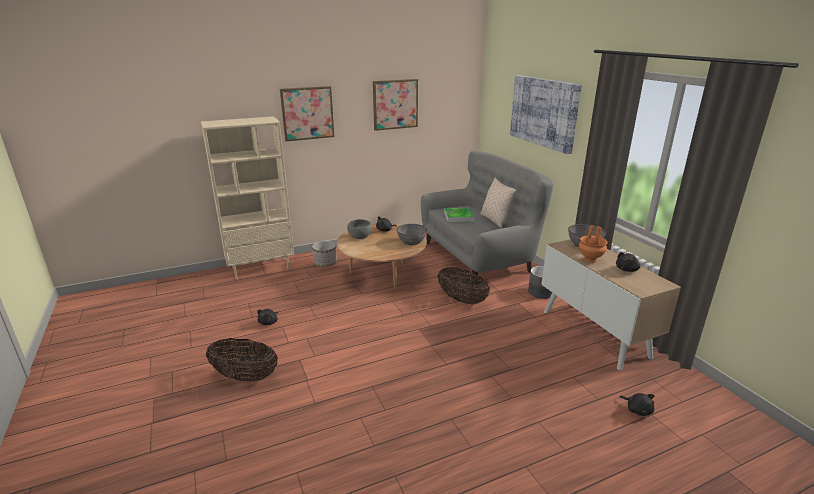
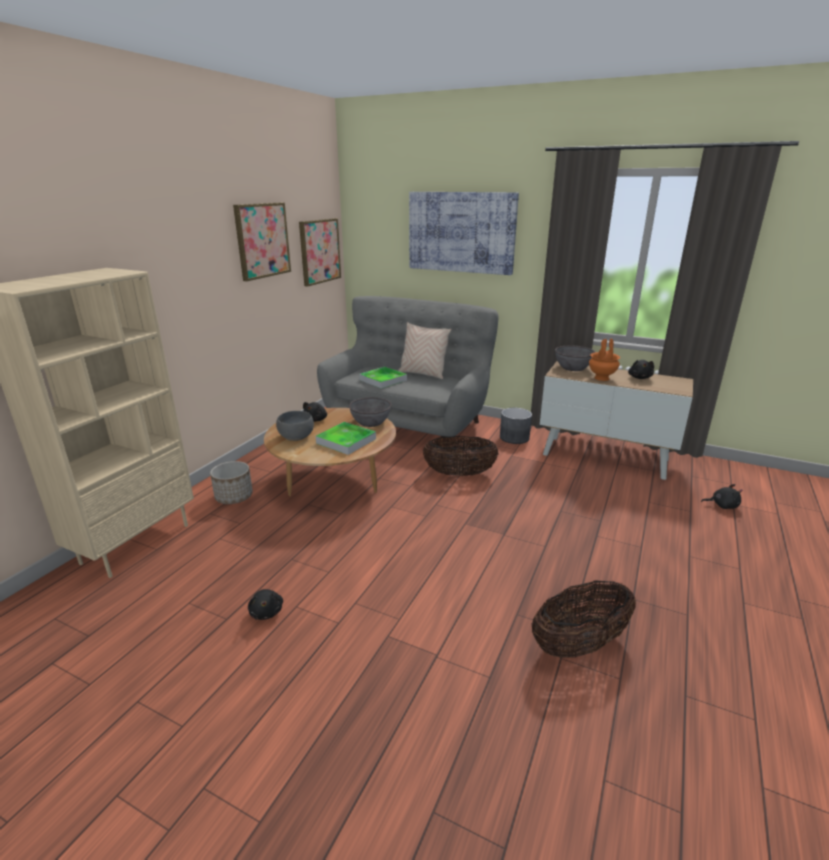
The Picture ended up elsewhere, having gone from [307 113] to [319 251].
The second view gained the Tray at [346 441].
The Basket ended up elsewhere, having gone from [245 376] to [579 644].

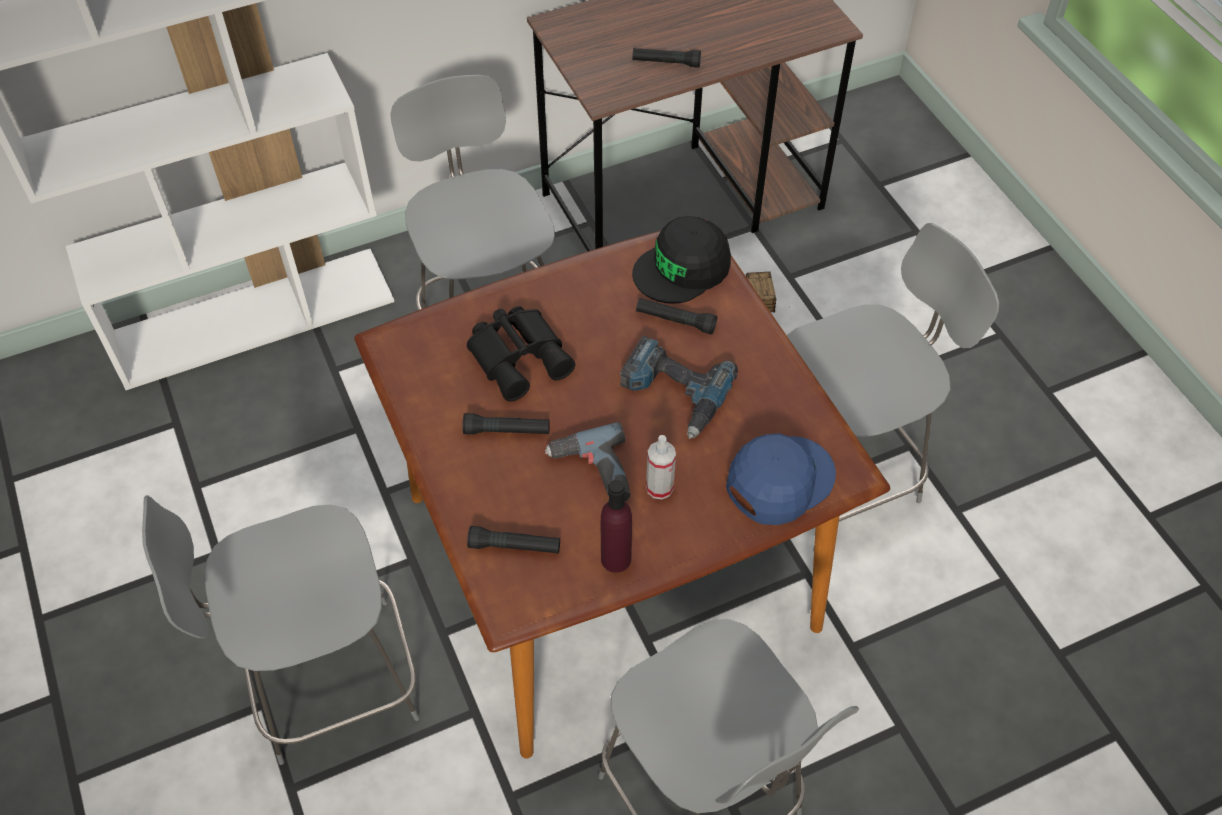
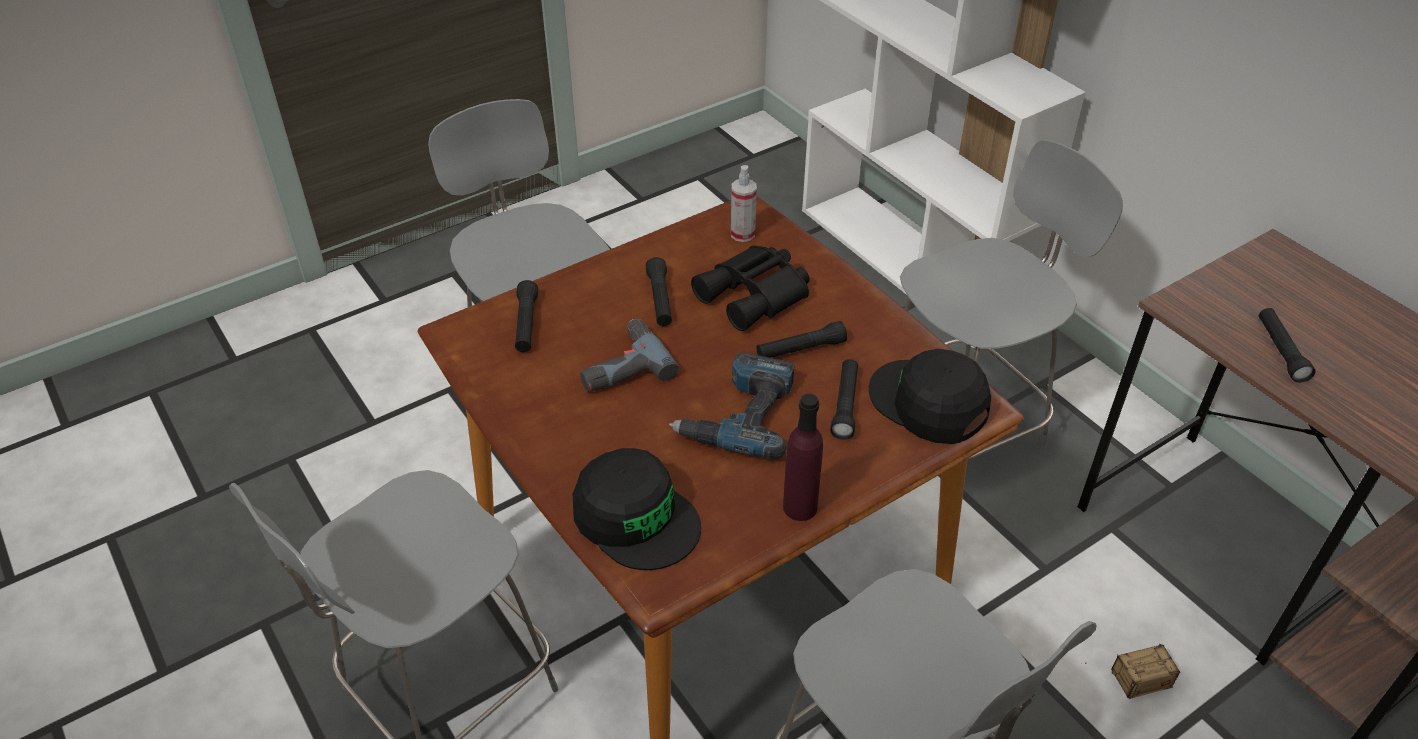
What was the BlueCap at [779 480] turned into the BlackCap at [636 517].
The SprayBottle ended up elsewhere, having gone from [659 488] to [742 234].
The second view gained the BlackFlashlight at [800 350].
The PurpleBottle ended up elsewhere, having gone from [616 559] to [800 507].

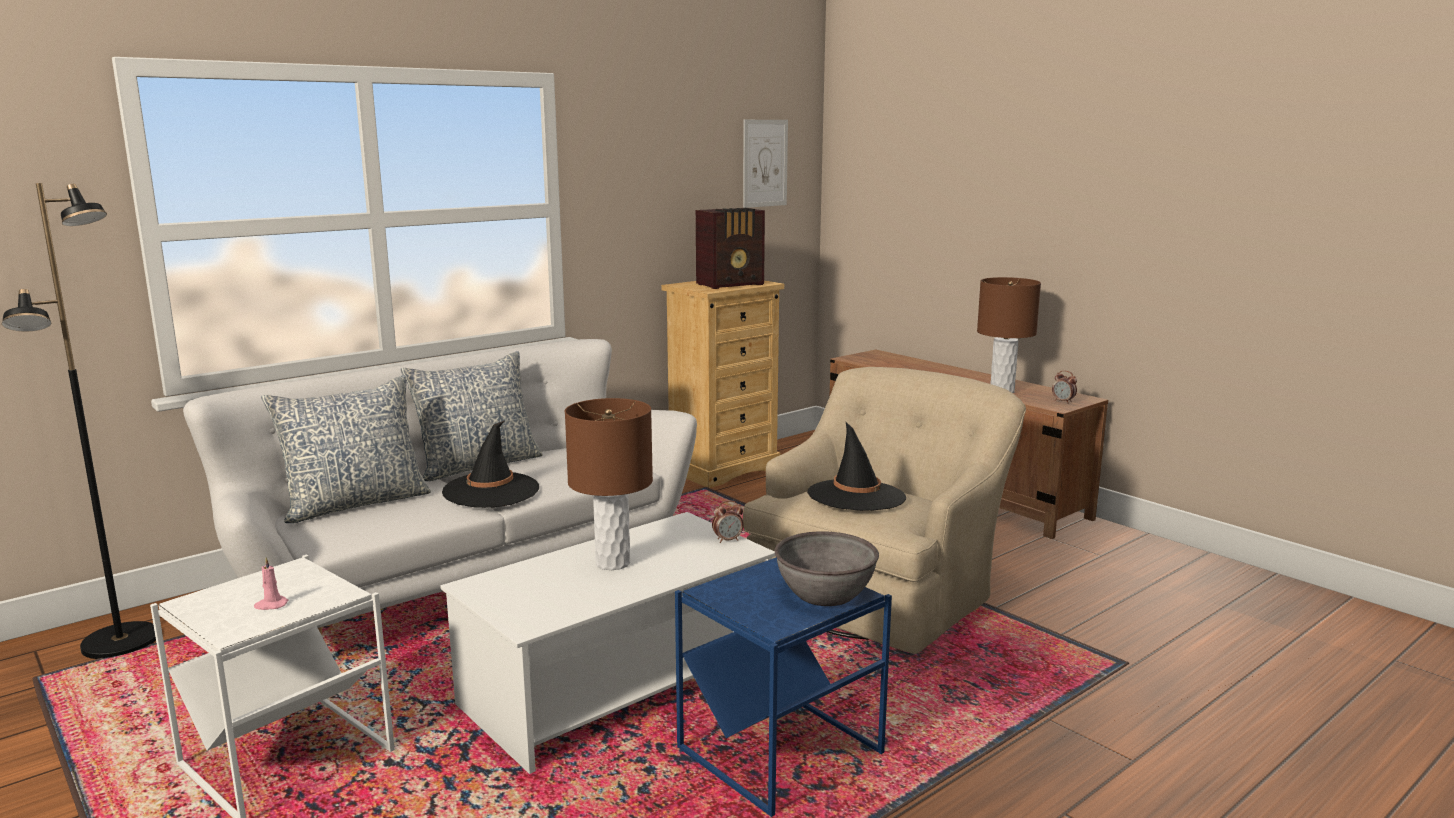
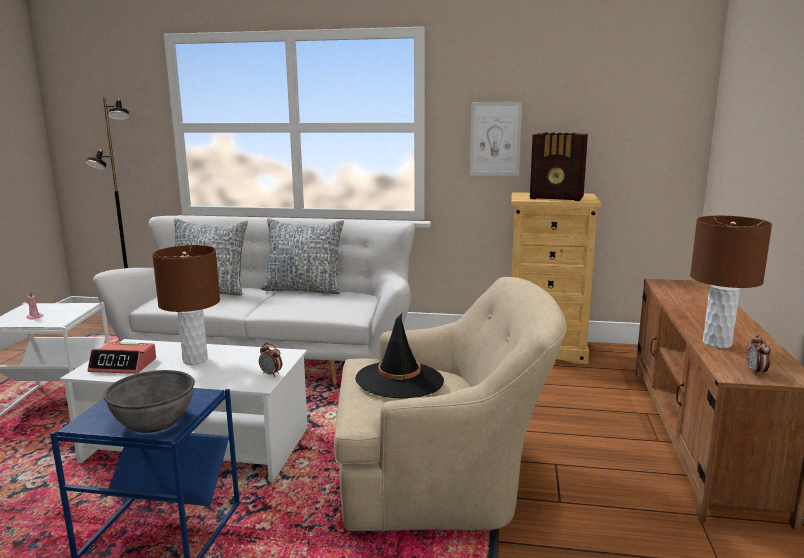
The second view gained the AlarmClock at [123 365].
The Picture ended up elsewhere, having gone from [765 163] to [495 139].
The second view lost the BlackHat at [491 491].

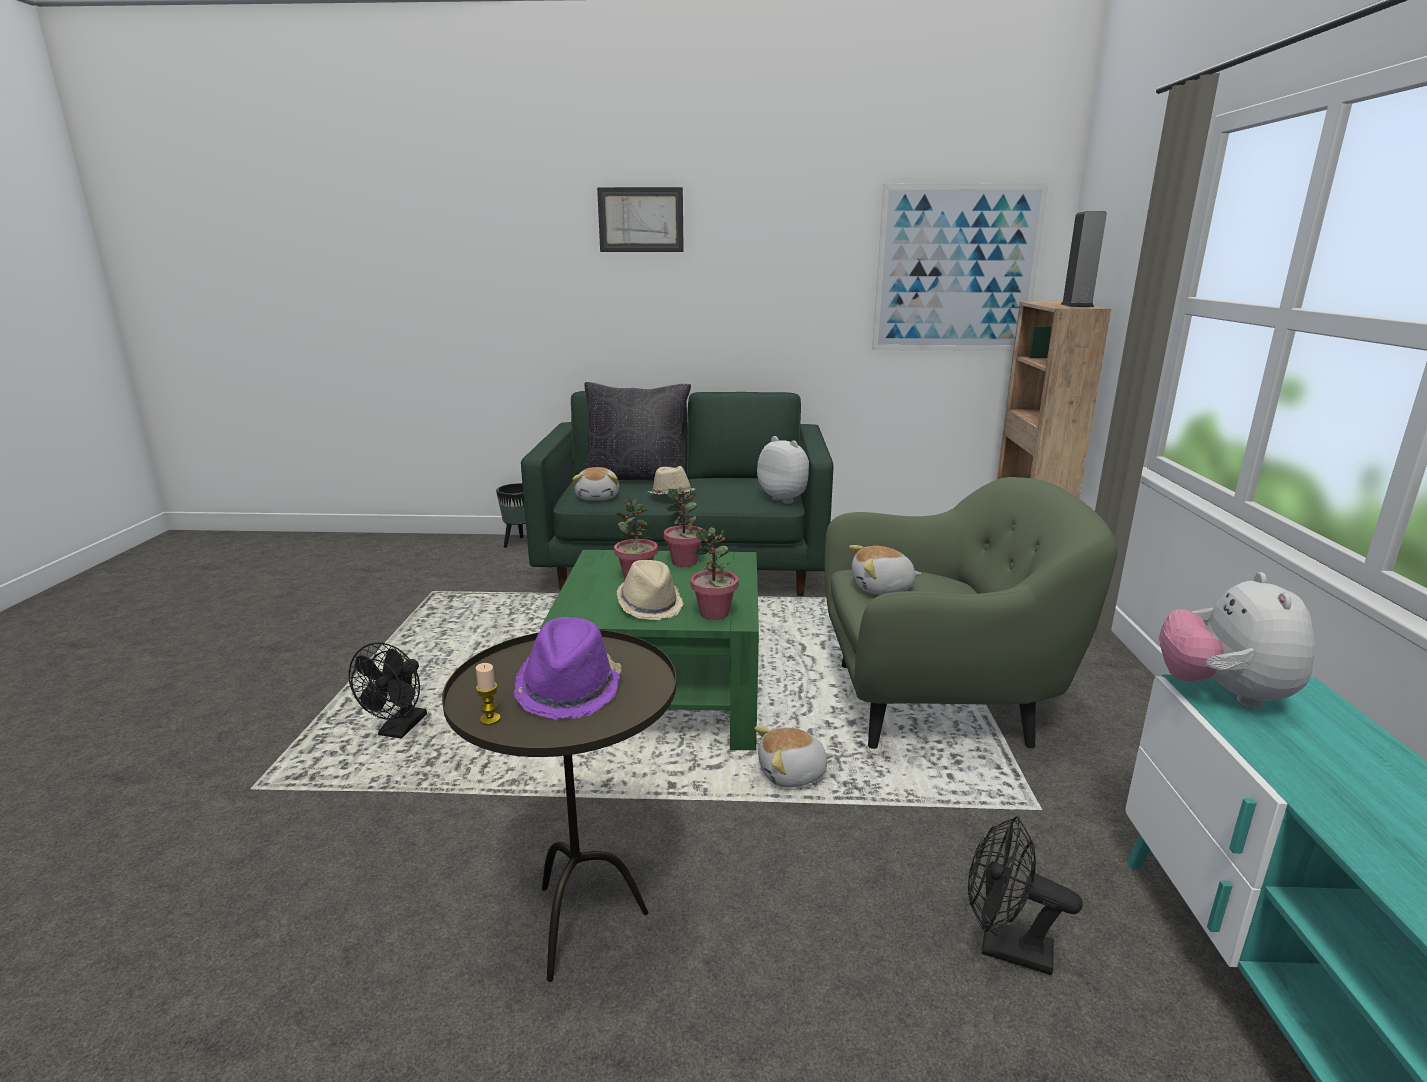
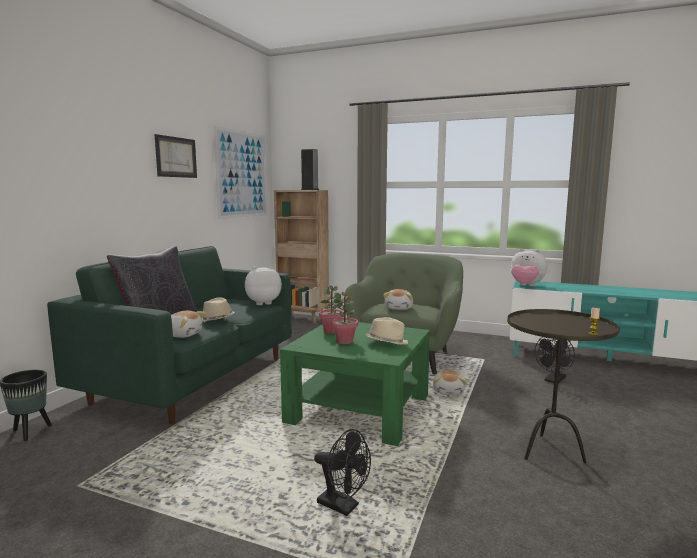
The Picture ended up elsewhere, having gone from [641 220] to [176 157].
The second view lost the PurpleHat at [570 689].
The second view lost the PottedPlant at [714 613].

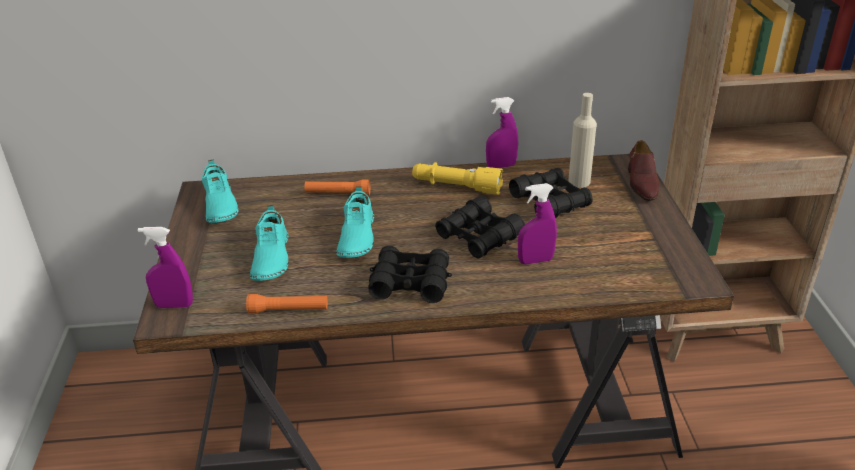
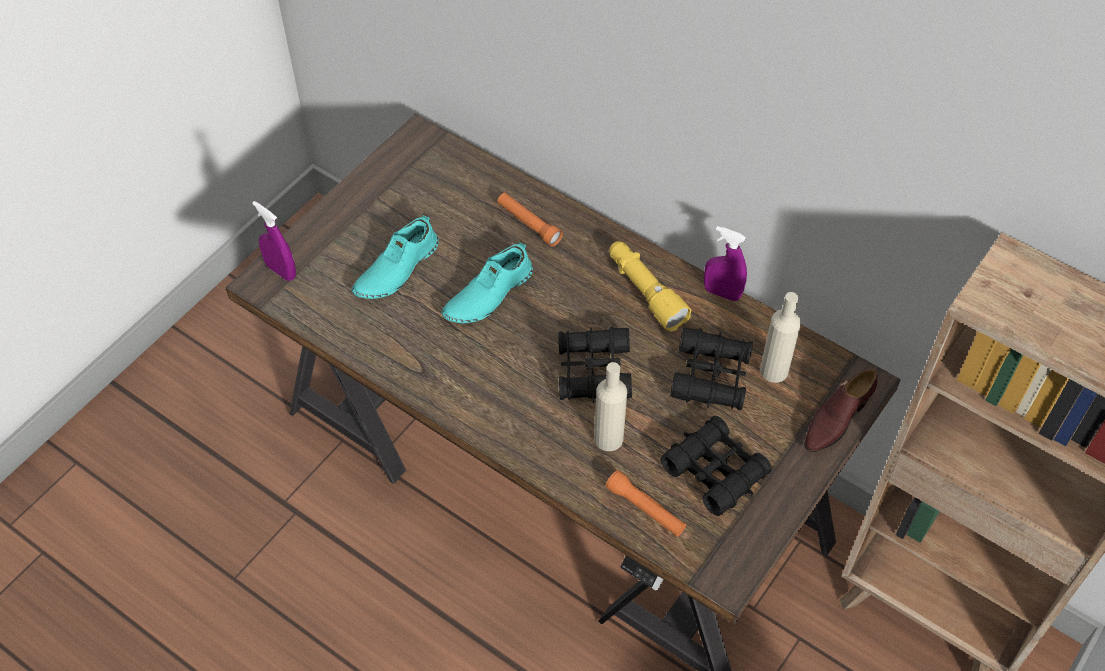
Where the PurpleSprayBottle stood at [535 261], the BeigeBottle came to stand at [608 438].
The OrangeFlashlight ended up elsewhere, having gone from [288 310] to [645 509].
The BlackBinoculars ended up elsewhere, having gone from [410 283] to [715 471].
The second view lost the TurquoiseShoe at [219 206].

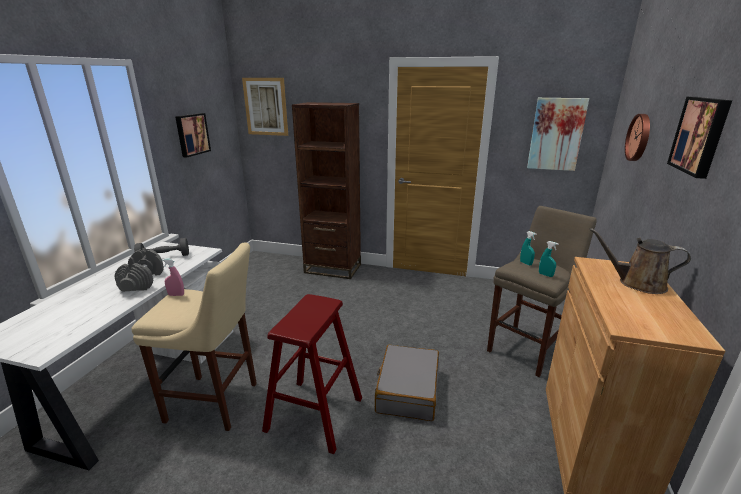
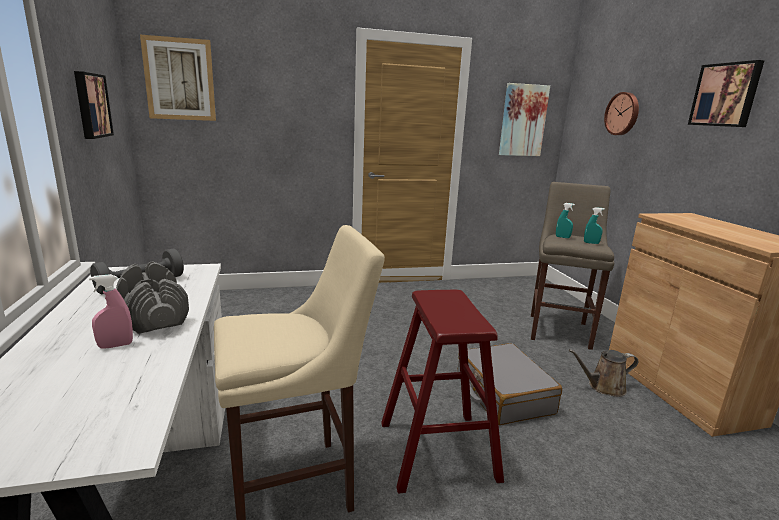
The PinkSprayBottle ended up elsewhere, having gone from [176 295] to [115 345].
The BrownWateringCan ended up elsewhere, having gone from [637 283] to [603 387].
The second view lost the BrownBookcase at [332 268].

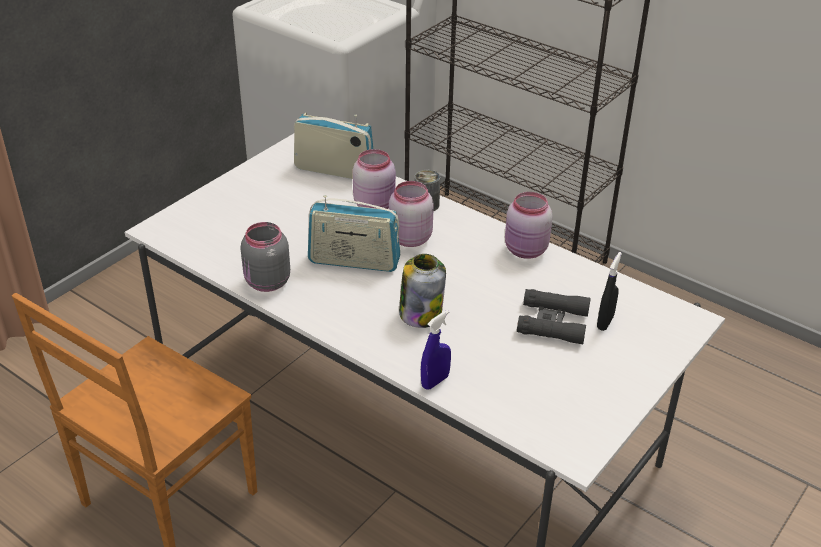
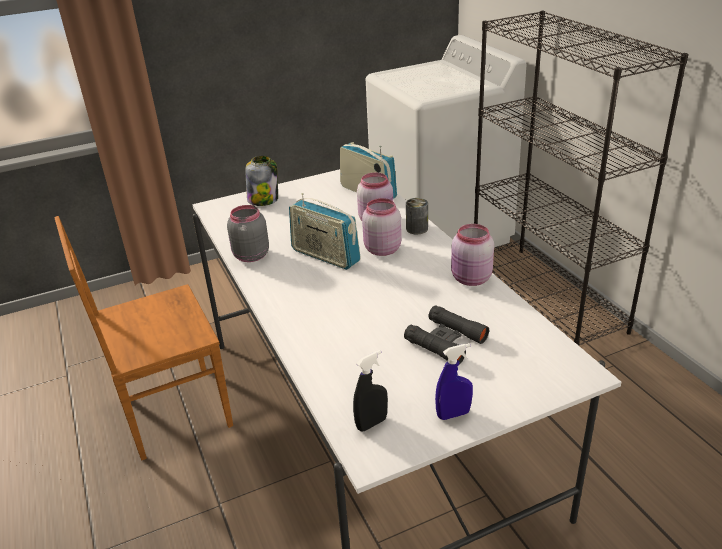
The Jar ended up elsewhere, having gone from [420 313] to [263 199].
The BlackSprayBottle ended up elsewhere, having gone from [605 322] to [371 423].
The BlueSprayBottle ended up elsewhere, having gone from [435 381] to [453 414].

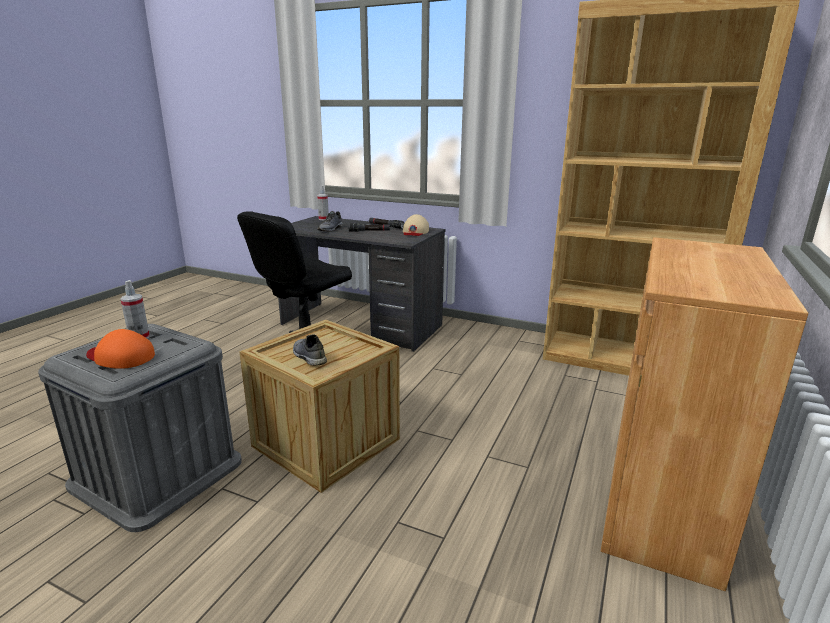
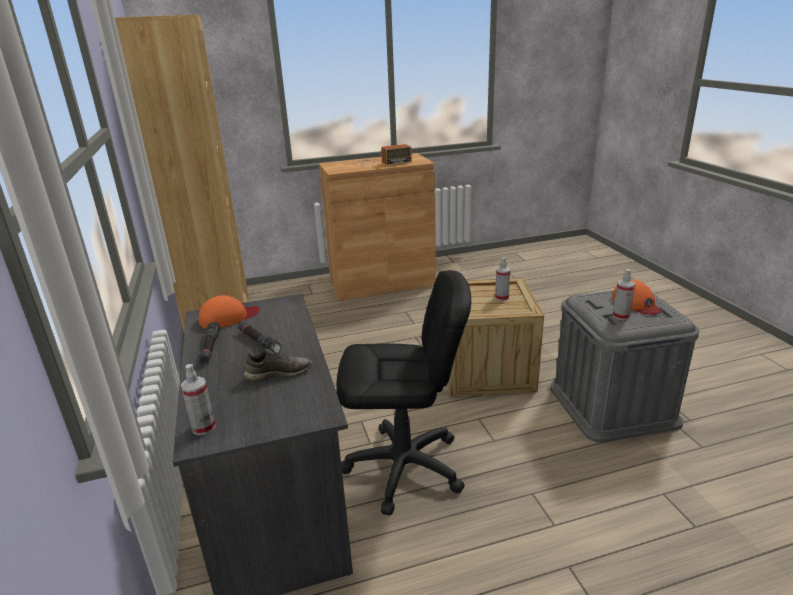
What was the BeigeCap at [415 232] turned into the OrangeCap at [228 317].
The second view gained the Radio at [380 162].
Where the GreyShoe stood at [308 357], the SprayBottle came to stand at [501 298].

